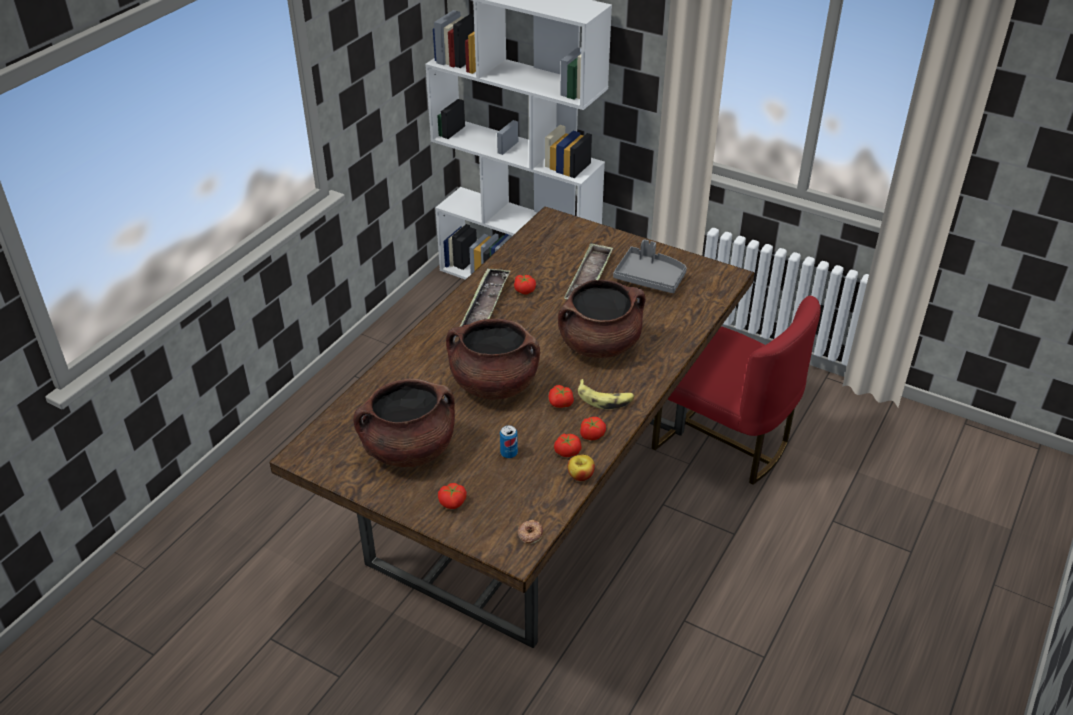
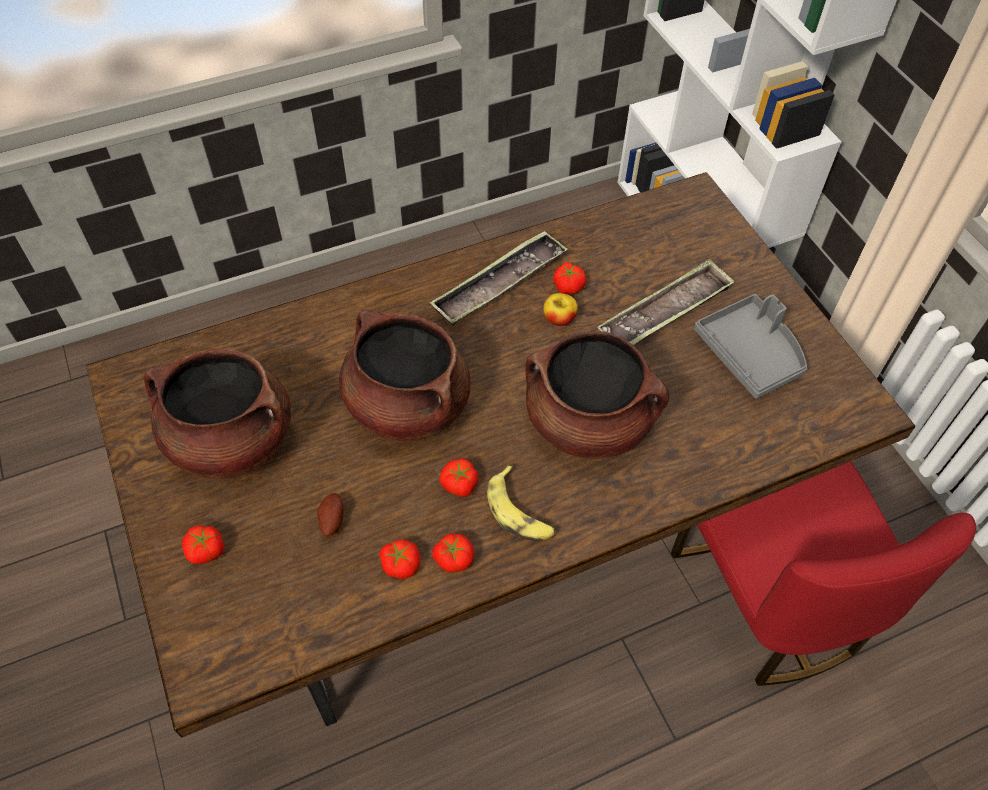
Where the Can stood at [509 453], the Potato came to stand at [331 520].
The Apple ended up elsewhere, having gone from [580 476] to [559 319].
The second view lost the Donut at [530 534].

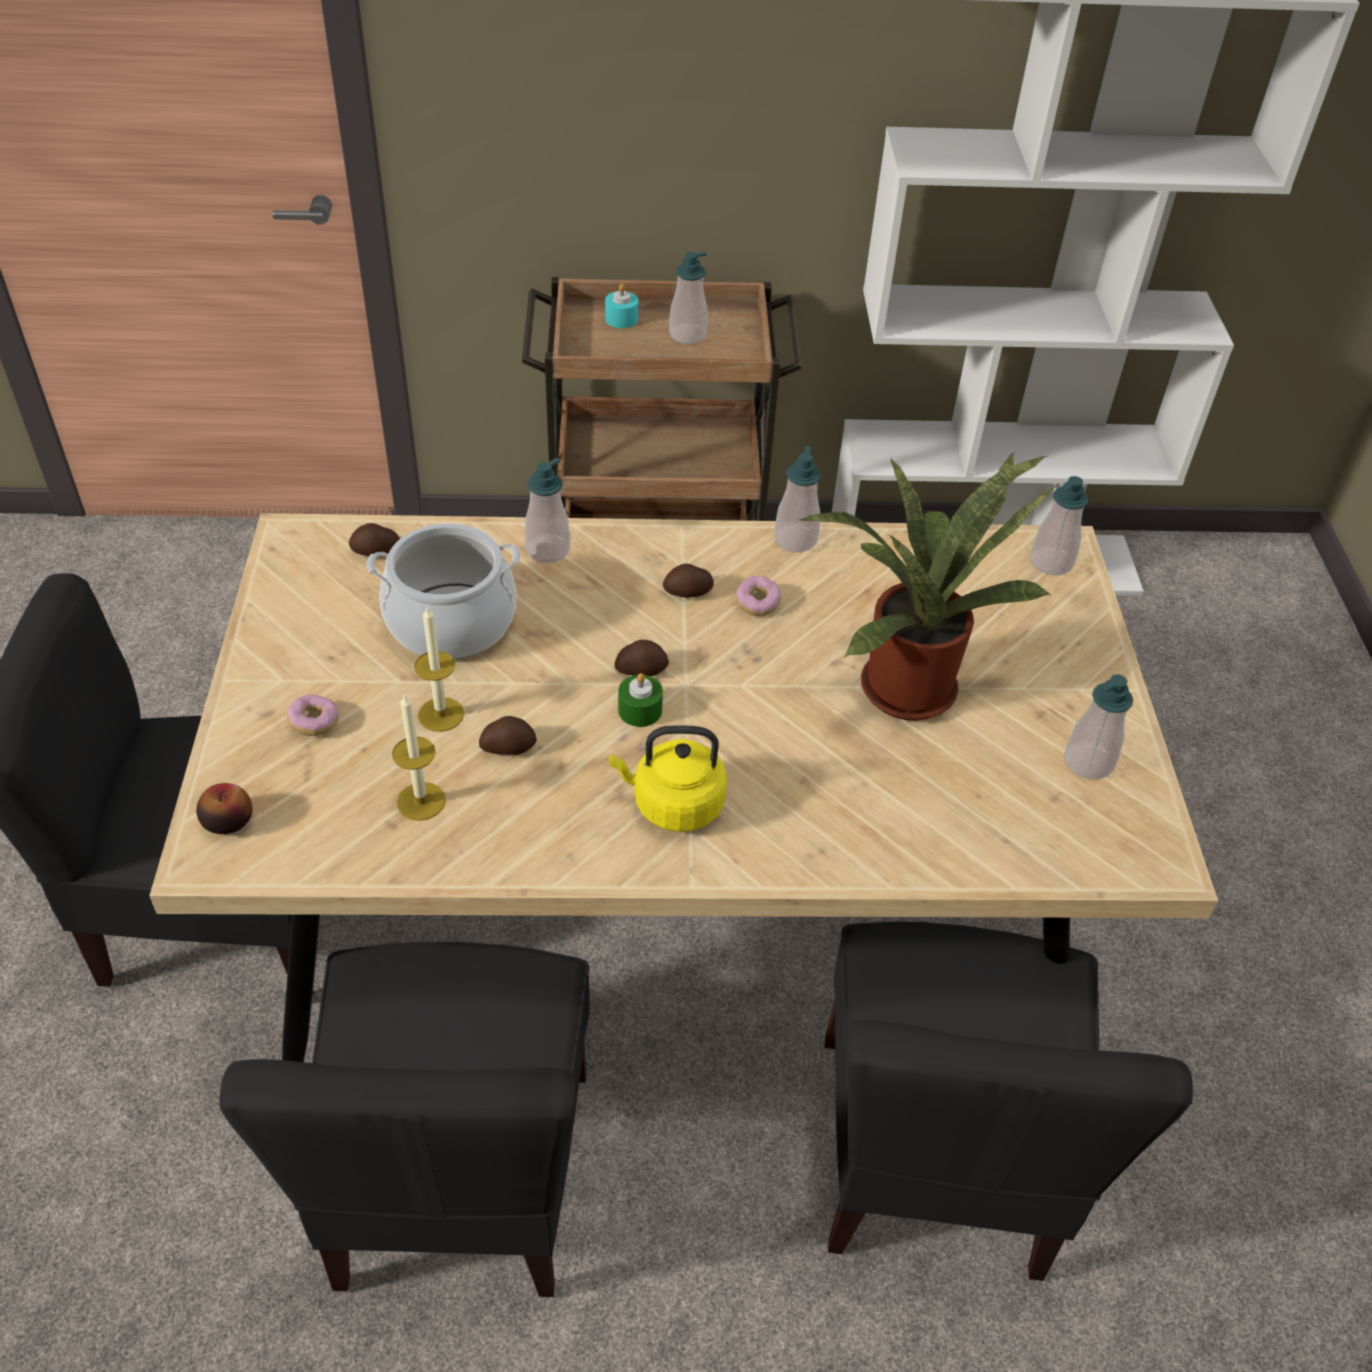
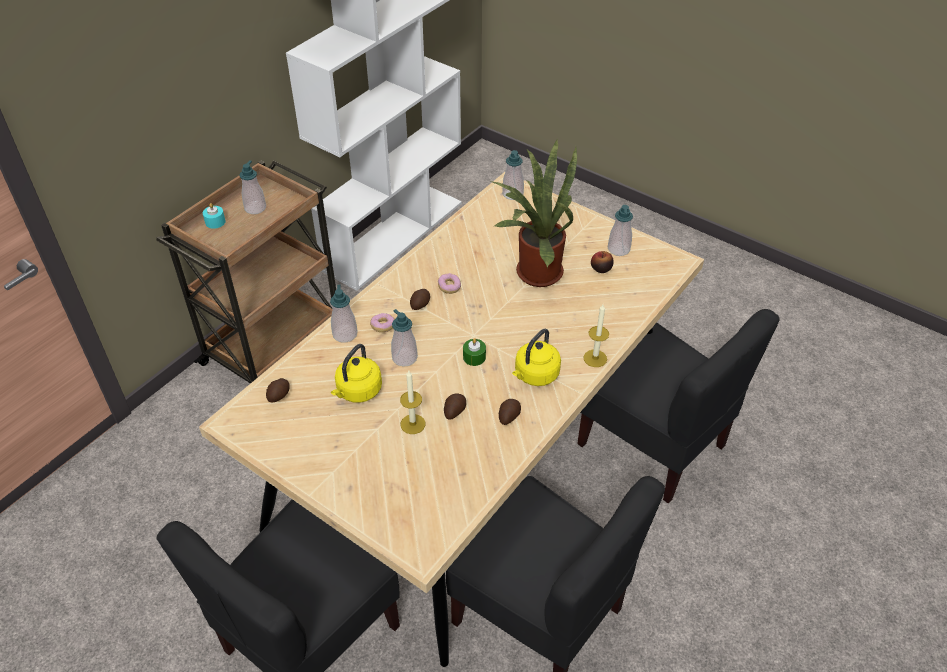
Where the CookingPot stood at [451 623], the YellowKettle came to stand at [357 391].
The Donut ended up elsewhere, having gone from [314 723] to [383 326].
The SoapDispenser ended up elsewhere, having gone from [795 539] to [404 358].
The Potato ended up elsewhere, having gone from [641 669] to [508 416].
The Candle ended up elsewhere, having gone from [421 801] to [595 358].
The Apple ended up elsewhere, having gone from [228 821] to [601 268].

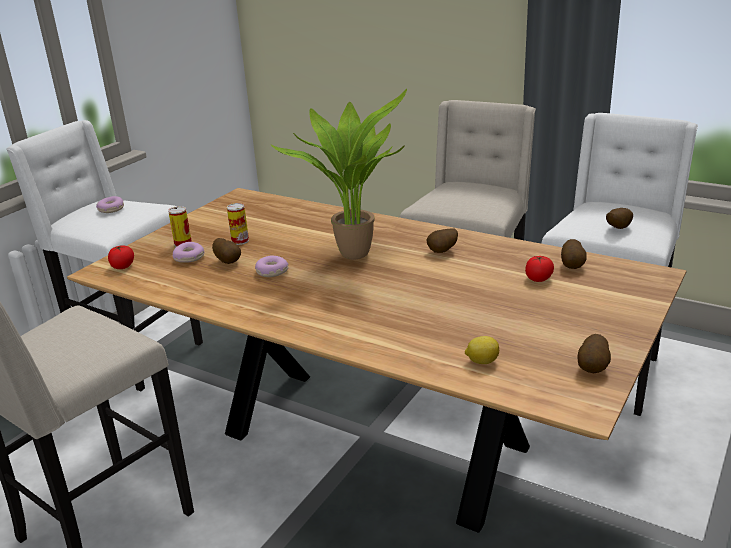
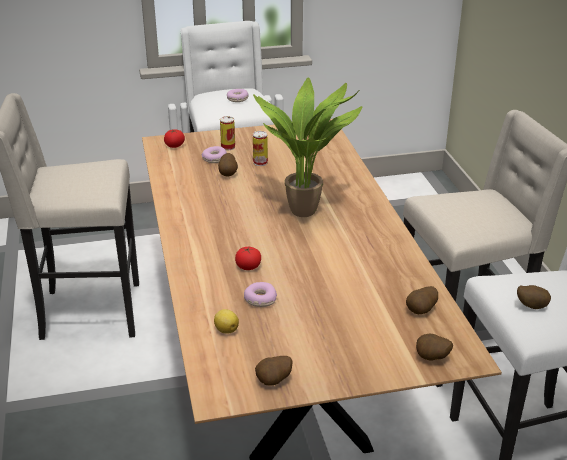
The Tomato ended up elsewhere, having gone from [538 279] to [248 267].
The Donut ended up elsewhere, having gone from [271 272] to [260 299].
The Potato ended up elsewhere, having gone from [443 252] to [432 359].

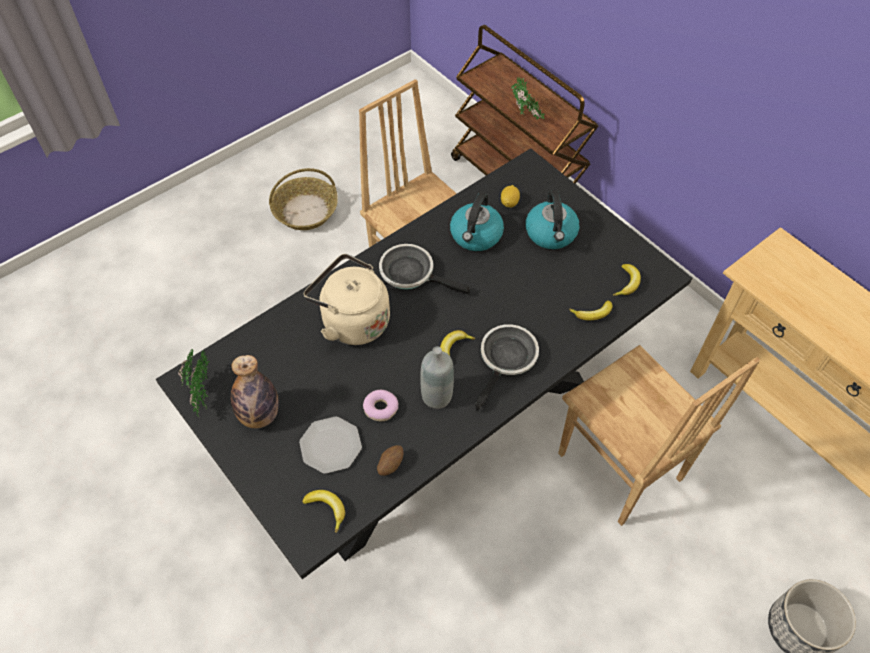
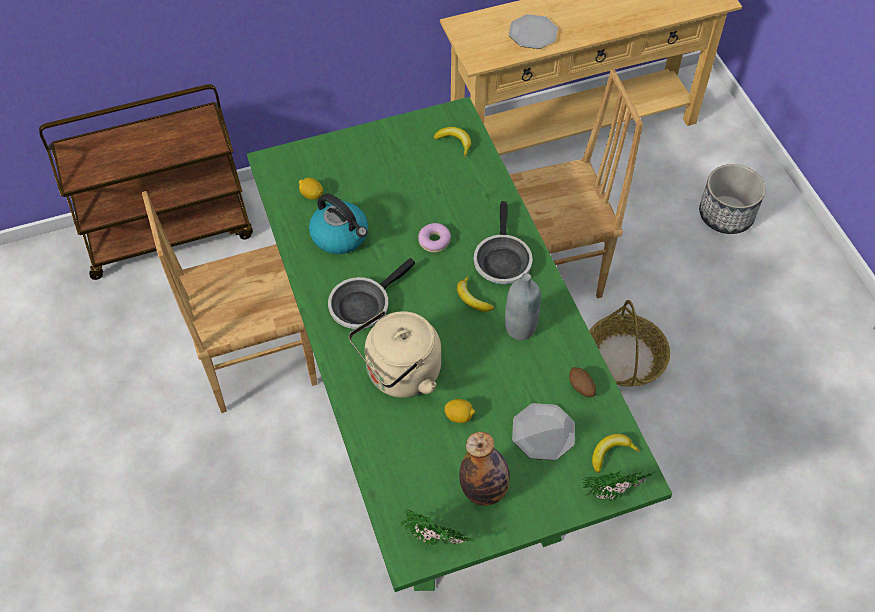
What was the BlackDiningTable at [433 420] turned into the GreenDiningTable at [435 411].
The Donut ended up elsewhere, having gone from [381 408] to [434 241].
The second view gained the Lemon at [459 416].
The FryingPan at [507 360] ended up facing another way, 135 degrees counterclockwise from before.
The second view gained the Plate at [533 34].
The PottedPlant ended up elsewhere, having gone from [526 116] to [615 495].
The Basket ended up elsewhere, having gone from [305 210] to [624 357].
The second view lost the Kettle at [551 234].
The second view lost the Banana at [592 314].

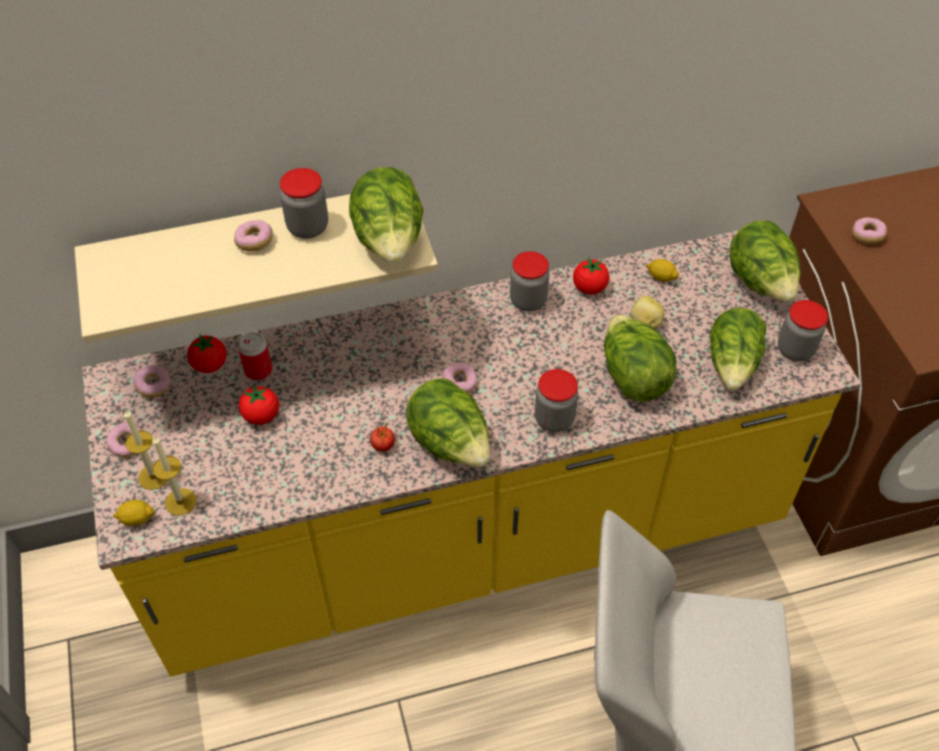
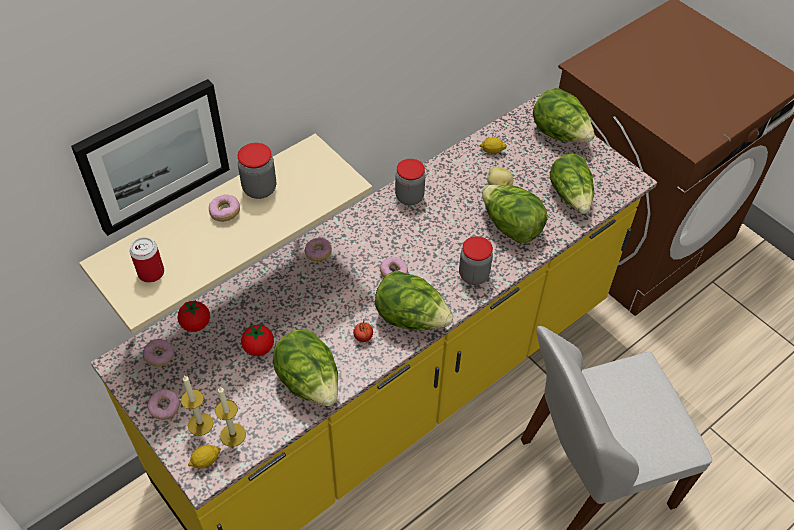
The second view gained the Picture at [154 155].
The Can ended up elsewhere, having gone from [258 370] to [151 273].
The Lettuce ended up elsewhere, having gone from [390 242] to [309 382].
The Donut ended up elsewhere, having gone from [867 236] to [318 253].
The second view lost the Tomato at [589 288].
The second view lost the Jar at [795 349].

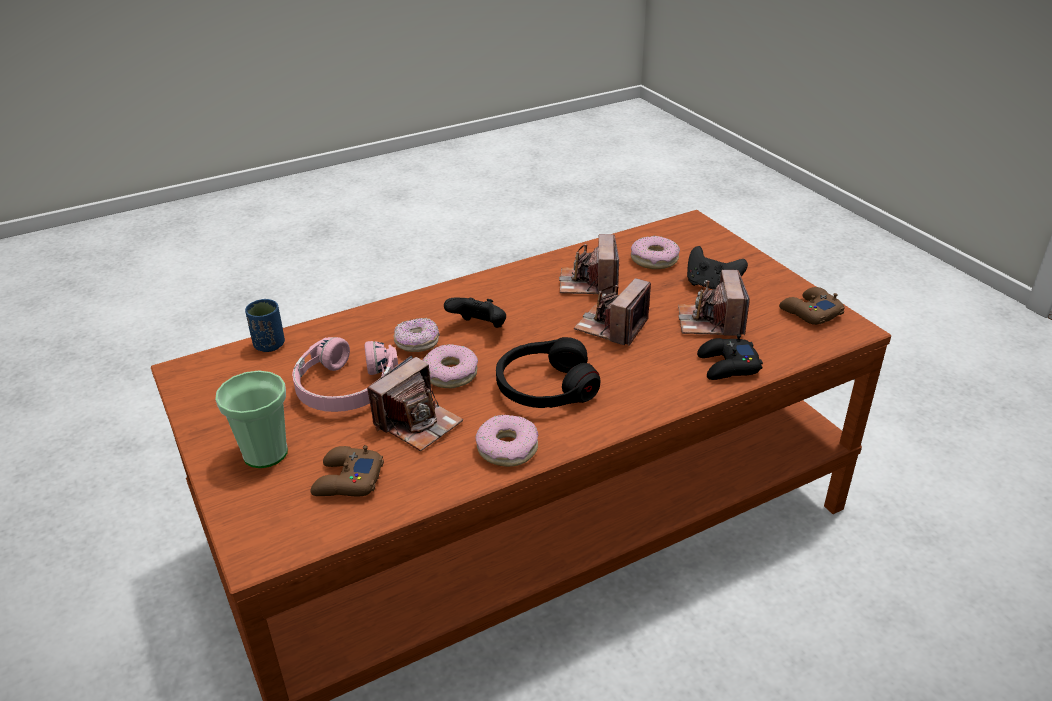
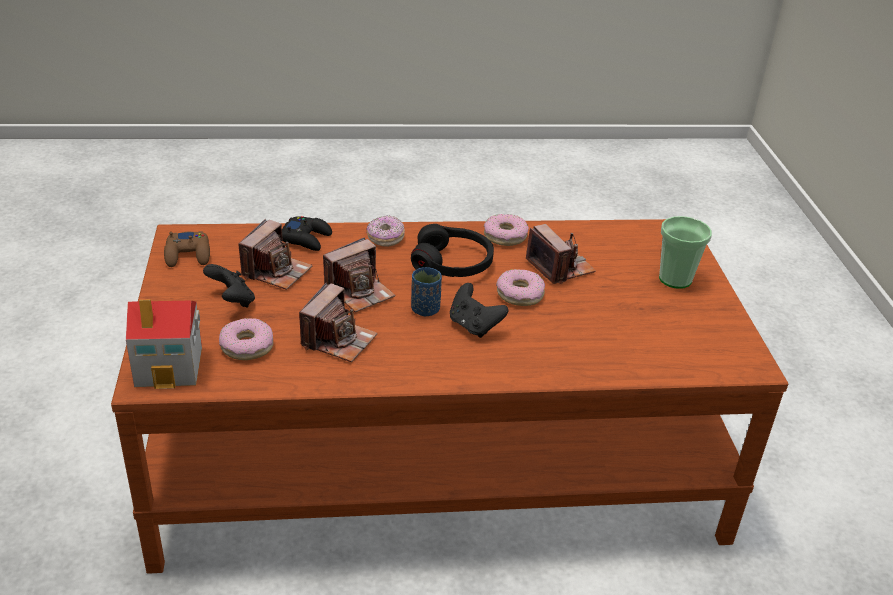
The second view gained the ToyHouse at [170 366].
The Donut ended up elsewhere, having gone from [417 344] to [385 238].
The BlueCup ended up elsewhere, having gone from [269 345] to [425 310].
The PhotoCamera at [417 423] ended up facing another way, 90 degrees clockwise from before.
The second view lost the PinkHeadphones at [345 387].
The second view lost the BrownGameController at [347 480].

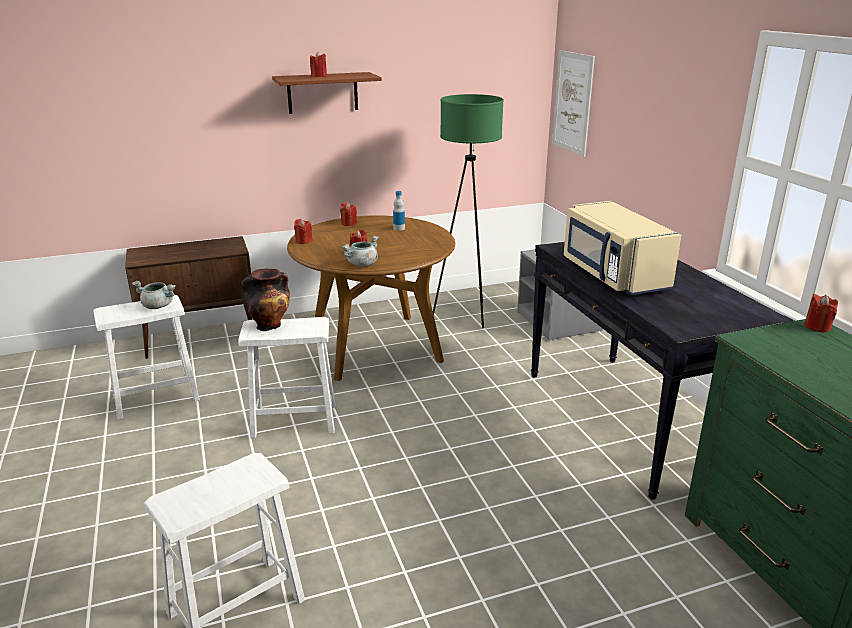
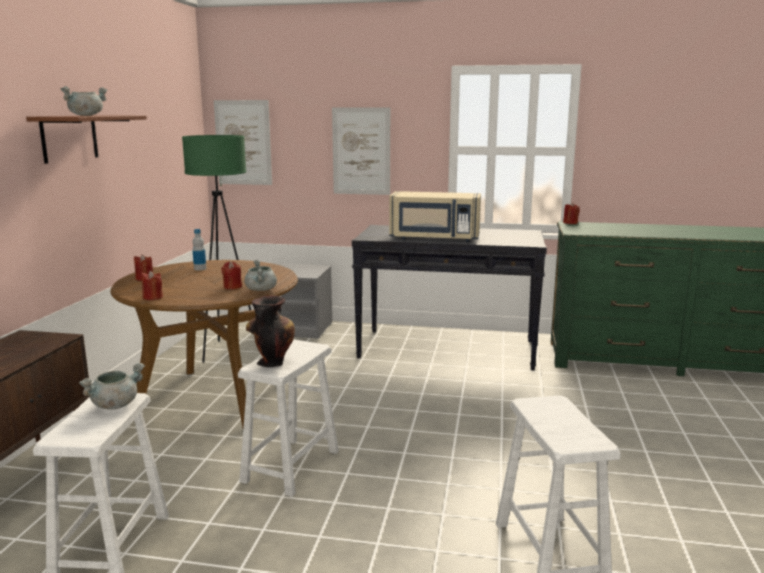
Where the RedCandle stood at [319 76], the GreyCookingPot came to stand at [86 115].
The second view gained the Picture at [361 151].

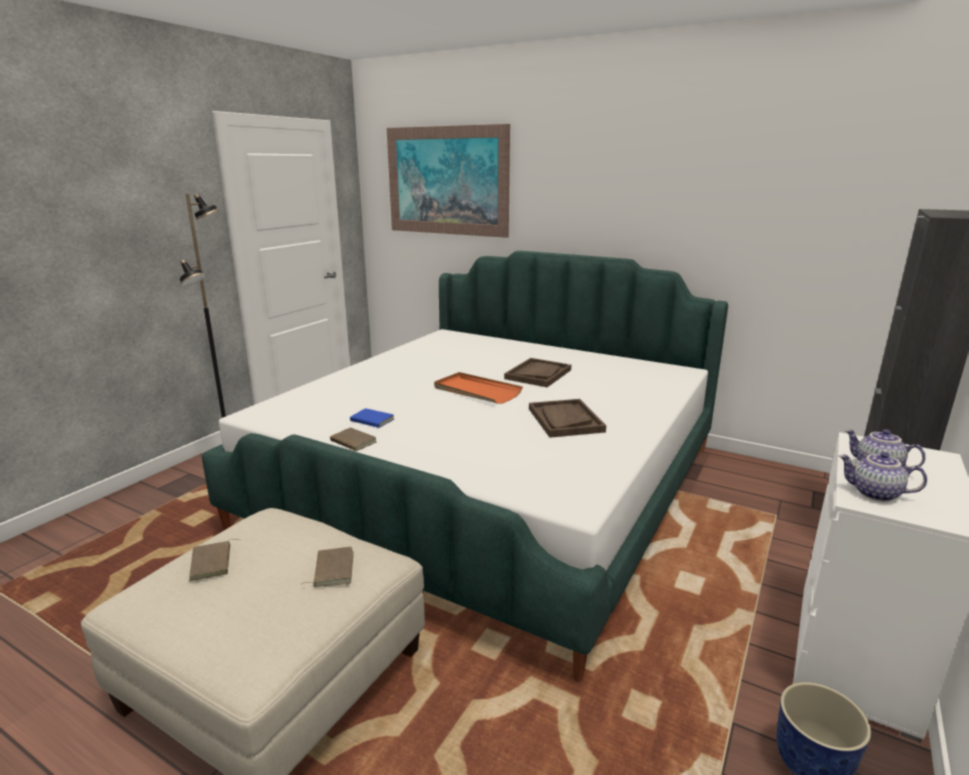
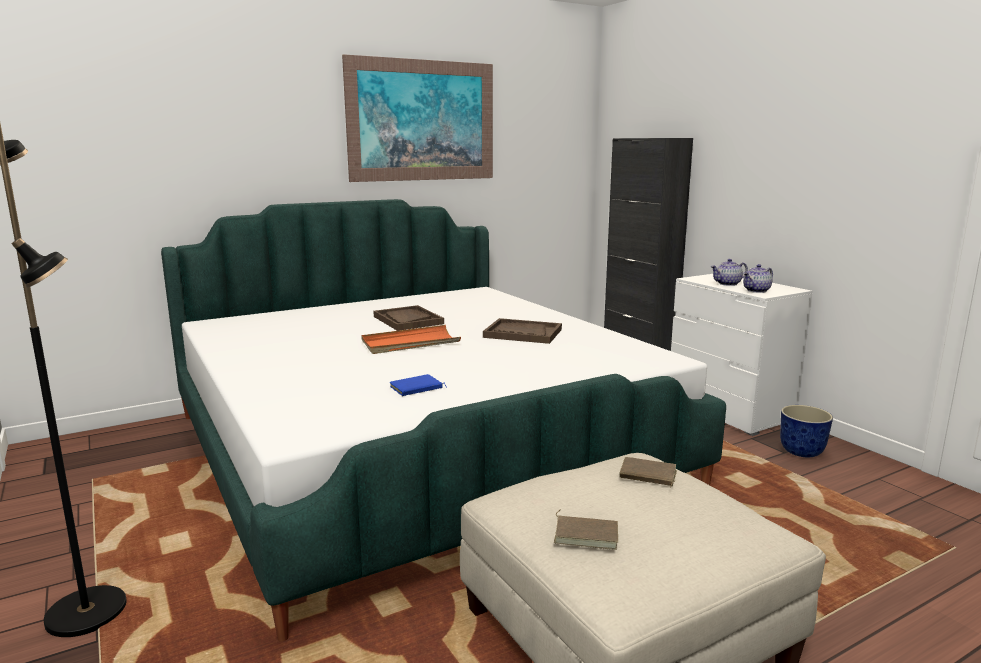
The Picture ended up elsewhere, having gone from [446 181] to [422 121].
The second view lost the BrownBook at [352 442].

